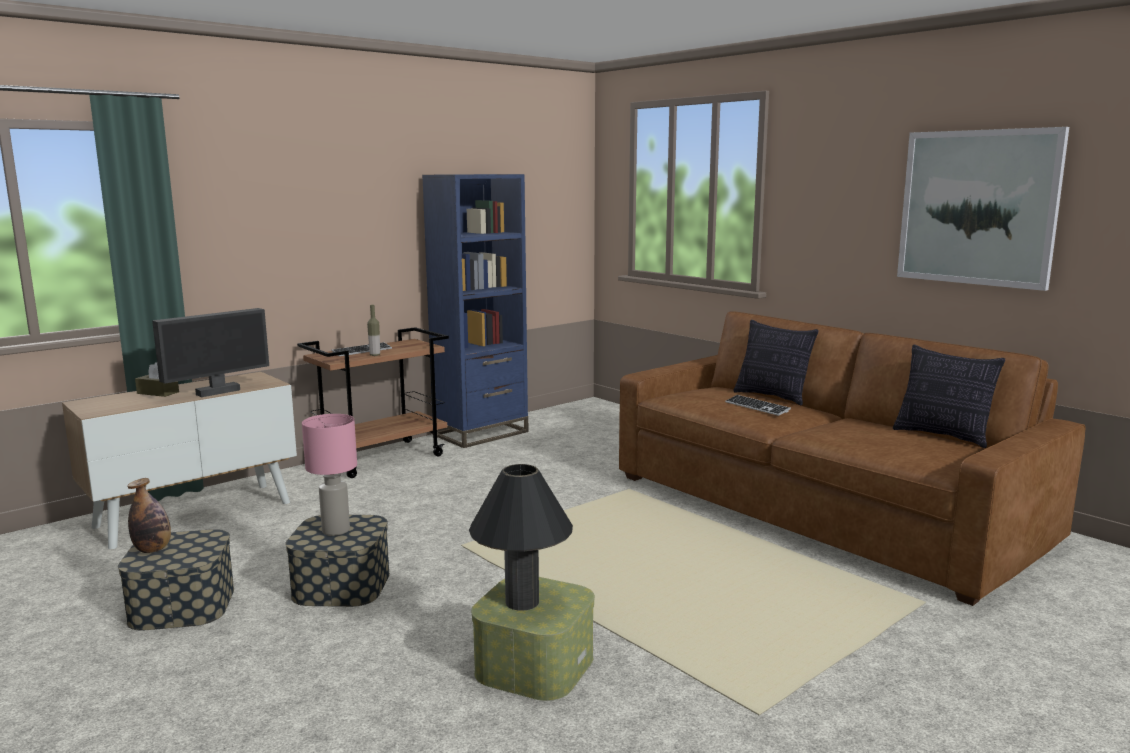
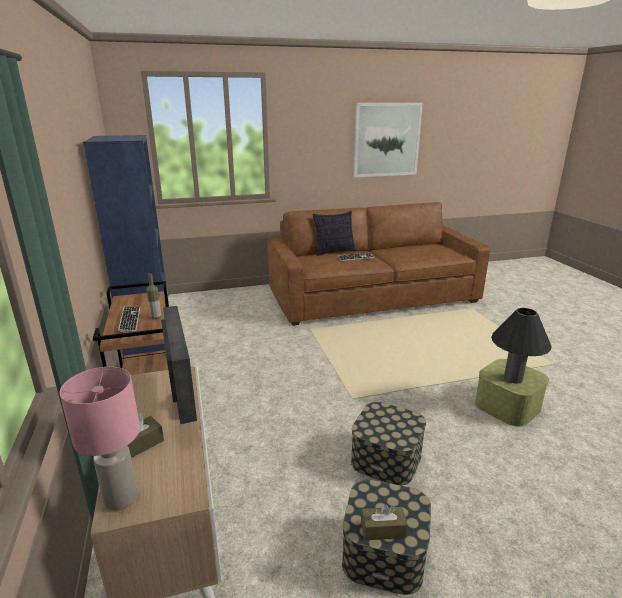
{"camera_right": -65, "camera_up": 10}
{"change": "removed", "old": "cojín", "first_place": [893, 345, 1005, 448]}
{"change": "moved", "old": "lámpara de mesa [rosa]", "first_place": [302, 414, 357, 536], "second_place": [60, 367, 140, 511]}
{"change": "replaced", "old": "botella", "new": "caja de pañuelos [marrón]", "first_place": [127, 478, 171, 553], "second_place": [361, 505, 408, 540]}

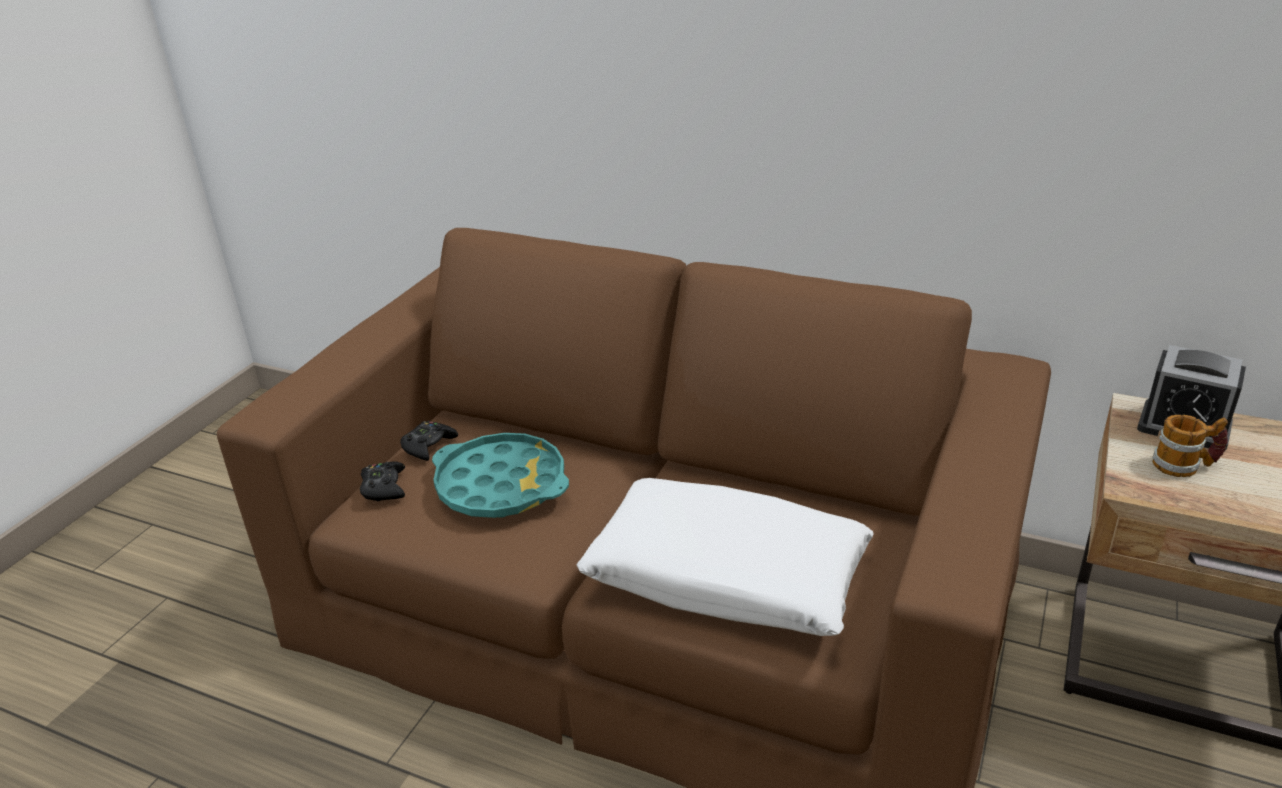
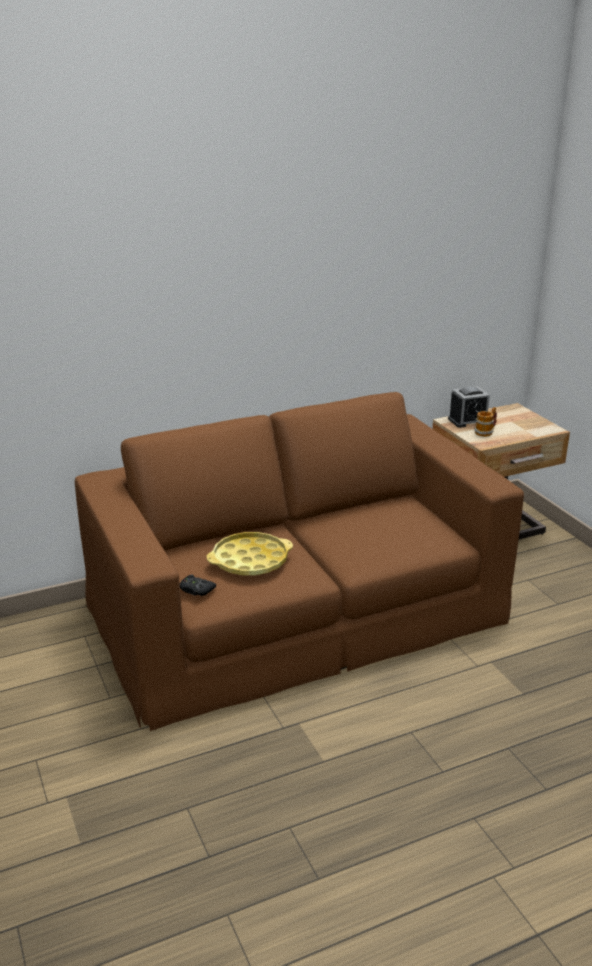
{"camera_right": -50, "camera_up": -5}
{"change": "removed", "old": "mando de consola [negro]", "first_place": [400, 421, 458, 461]}
{"change": "recoloured", "old": "bandeja [turquesa]", "new": "bandeja [amarillo]", "first_place": [432, 433, 569, 518], "second_place": [207, 532, 293, 576]}
{"change": "removed", "old": "cojín [blanco]", "first_place": [576, 478, 874, 636]}

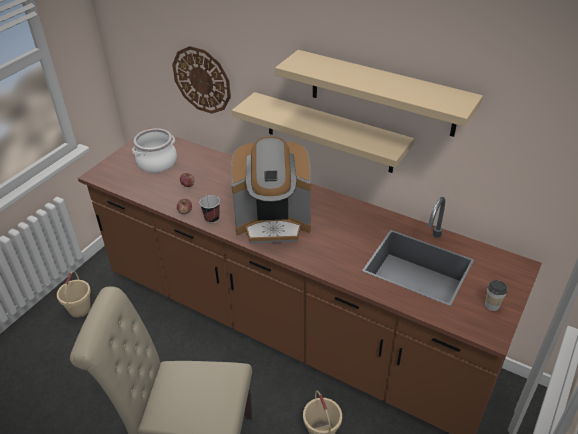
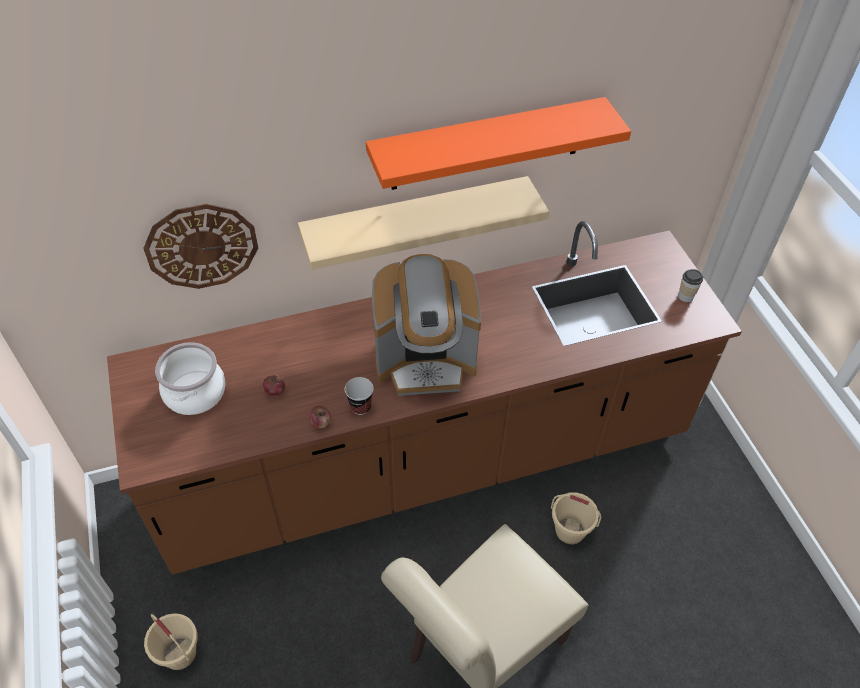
{"camera_right": -50, "camera_up": 10}
{"change": "recoloured", "old": "estante [beis]", "new": "estante [naranja]", "first_place": [275, 50, 483, 137], "second_place": [366, 97, 631, 190]}
{"change": "turned", "old": "cafetera", "first_place": [231, 137, 311, 244], "second_place": [372, 254, 481, 396], "degrees": 45}

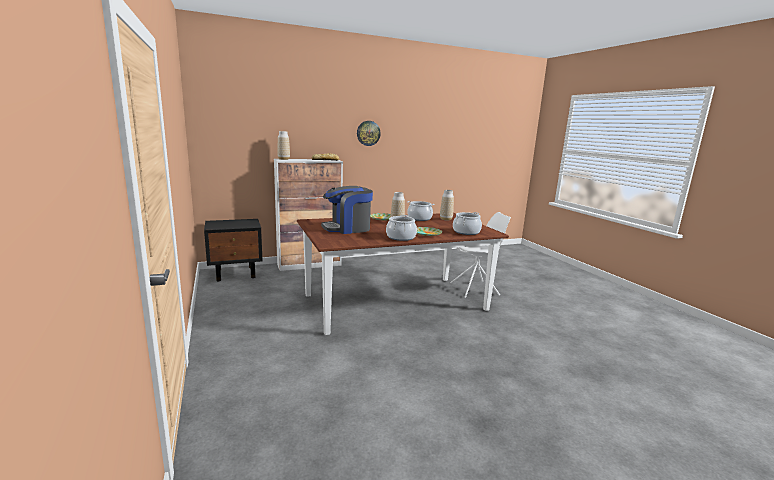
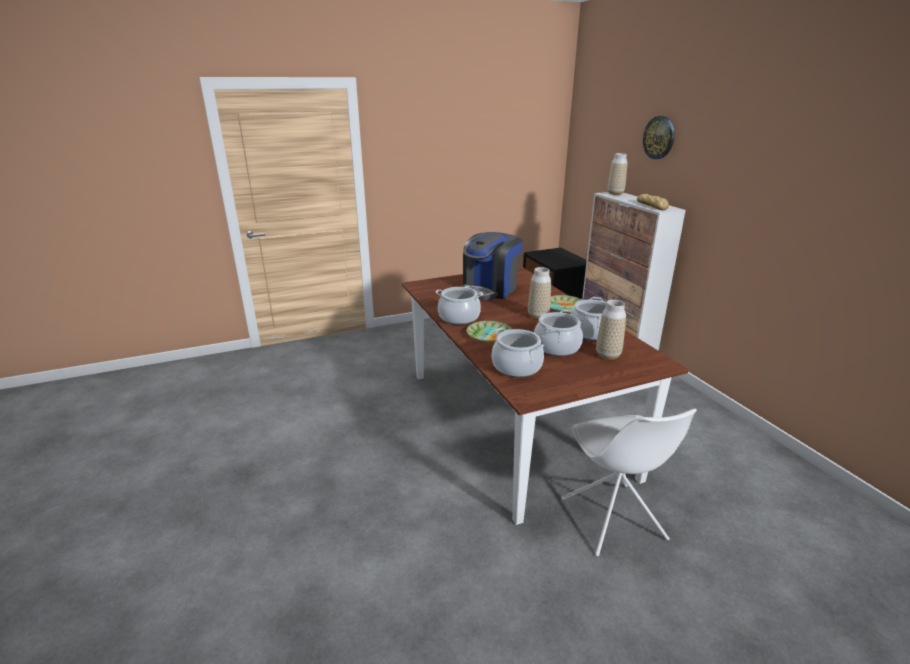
{"camera_right": 90, "camera_up": 10}
{"change": "moved", "old": "reloj de pared", "first_place": [357, 121, 381, 146], "second_place": [643, 116, 675, 159]}
{"change": "turned", "old": "cafetera", "first_place": [321, 186, 373, 234], "second_place": [462, 232, 523, 300], "degrees": -120}
{"change": "added", "new": "olla", "second_place": [534, 310, 583, 356]}

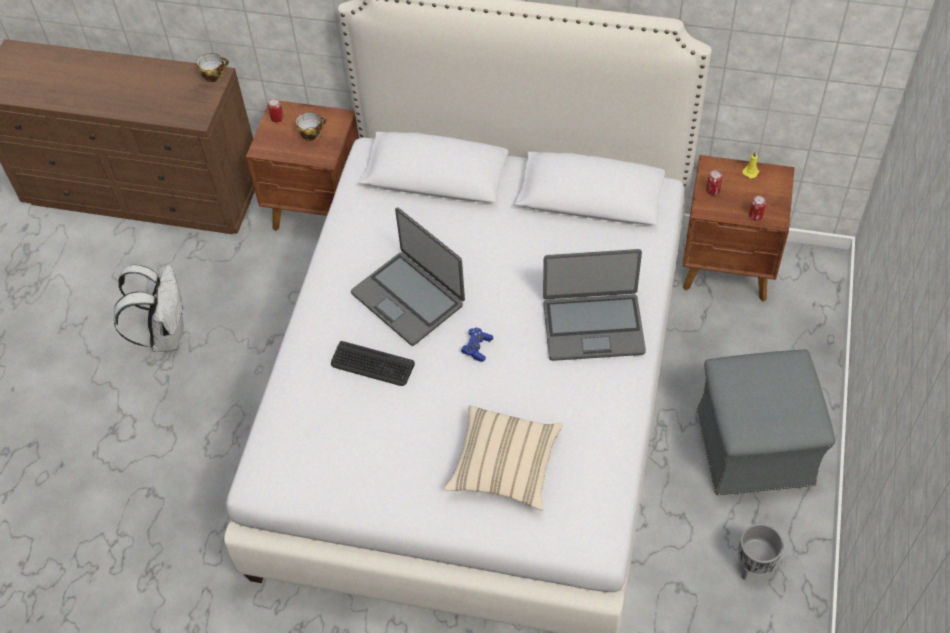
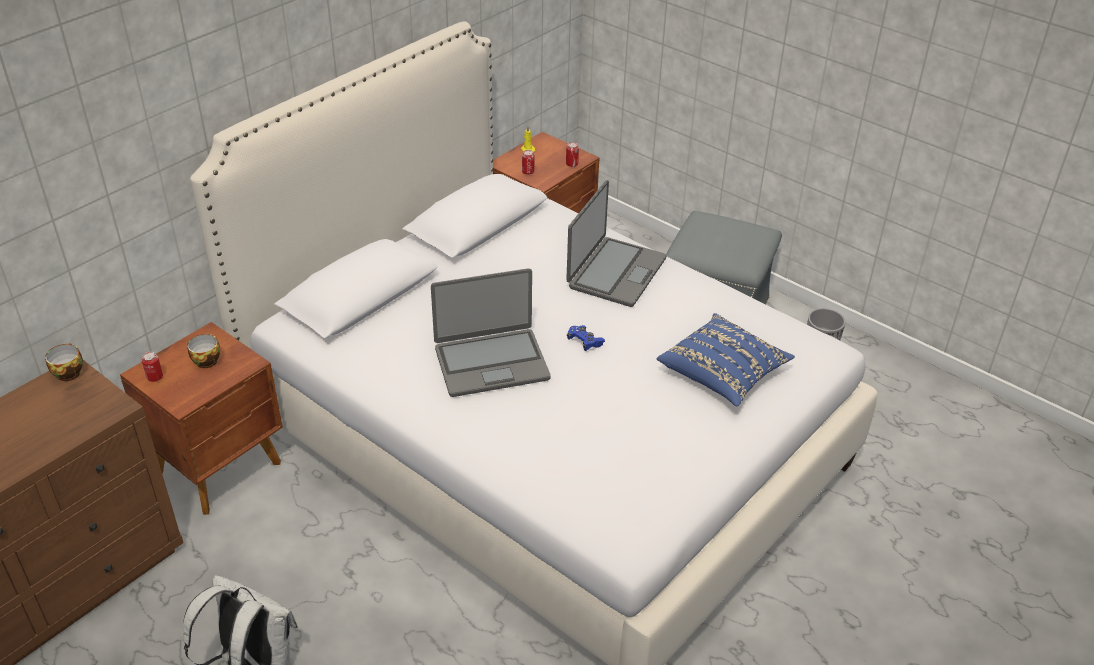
{"camera_right": -65, "camera_up": -15}
{"change": "removed", "old": "teclado", "first_place": [331, 341, 415, 386]}
{"change": "recoloured", "old": "cojín [beis]", "new": "cojín [azul]", "first_place": [444, 405, 563, 510], "second_place": [657, 313, 795, 406]}

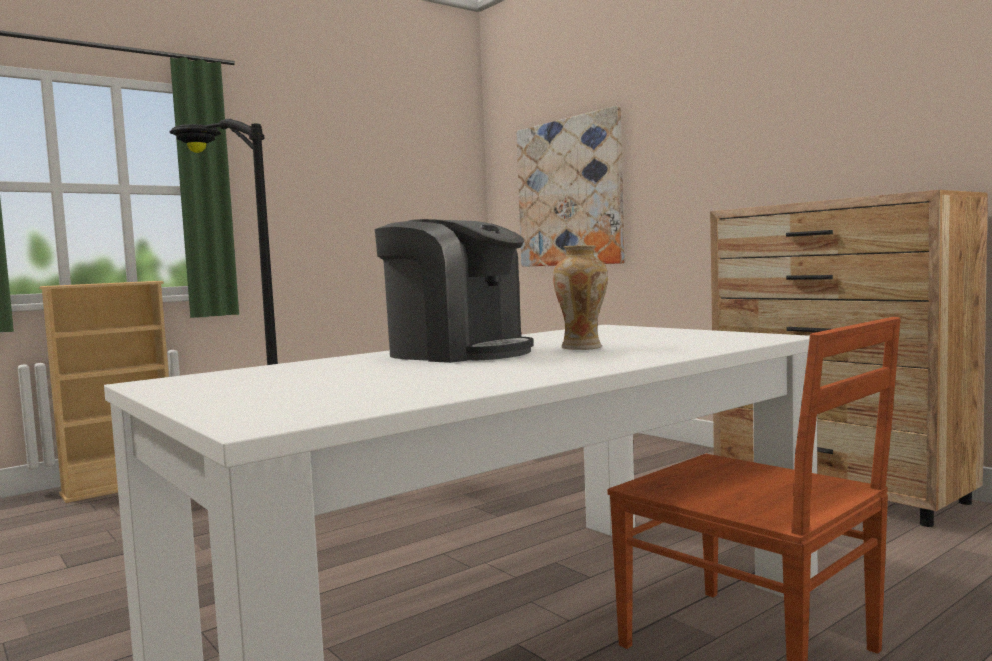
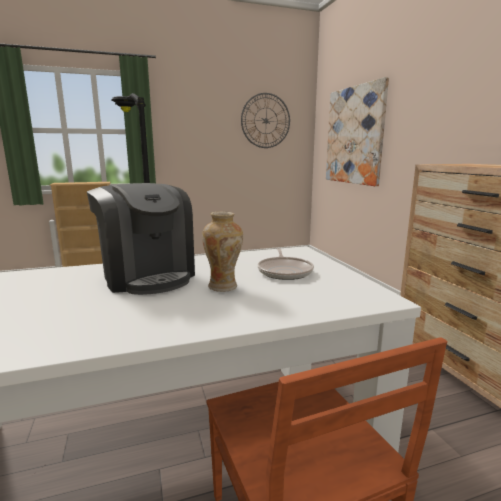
{"camera_right": 20, "camera_up": 10}
{"change": "added", "new": "reloj de pared", "second_place": [241, 93, 290, 148]}
{"change": "added", "new": "sartén", "second_place": [258, 248, 314, 280]}

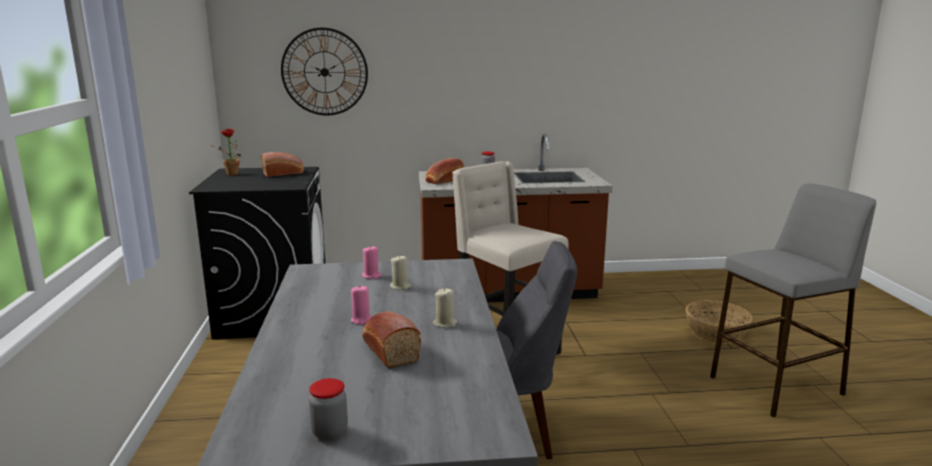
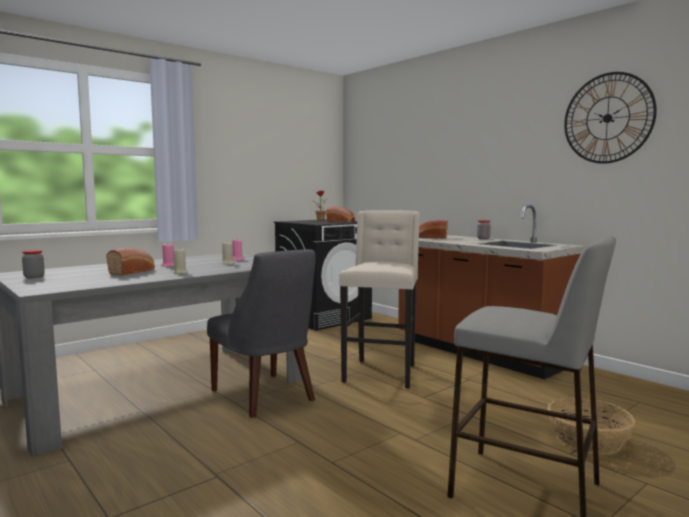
{"camera_right": 55, "camera_up": -10}
{"change": "moved", "old": "reloj de pared", "first_place": [281, 28, 368, 116], "second_place": [564, 72, 657, 164]}

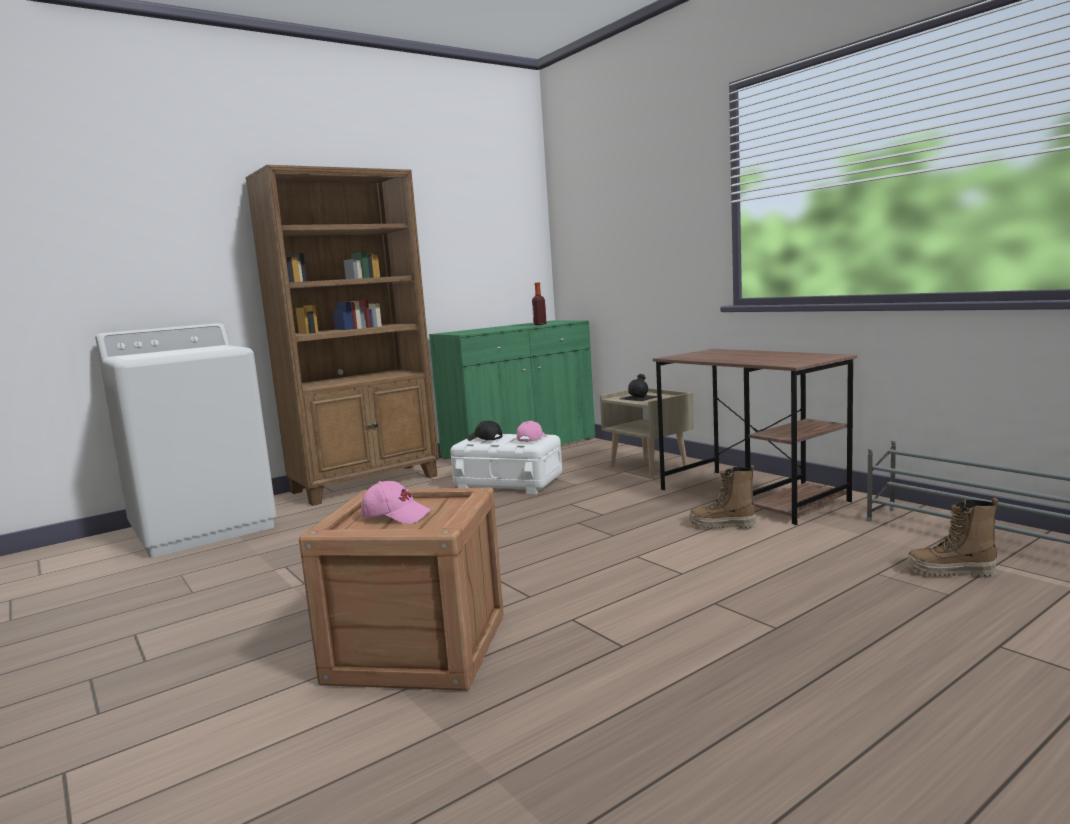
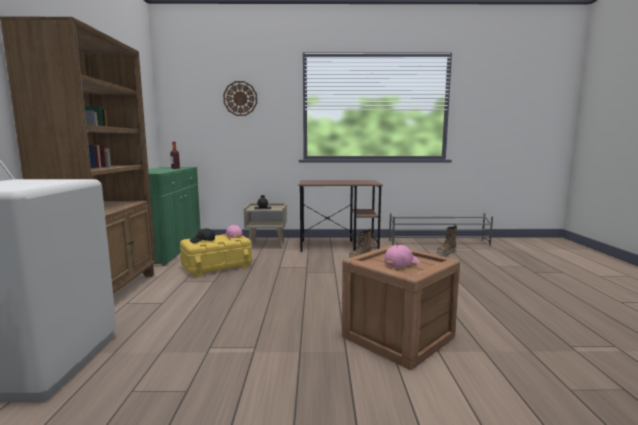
{"camera_right": -55, "camera_up": 0}
{"change": "recoloured", "old": "caja de almacenaje [blanco]", "new": "caja de almacenaje [amarillo]", "first_place": [450, 434, 562, 494], "second_place": [180, 234, 252, 277]}
{"change": "added", "new": "reloj de pared", "second_place": [223, 81, 257, 116]}

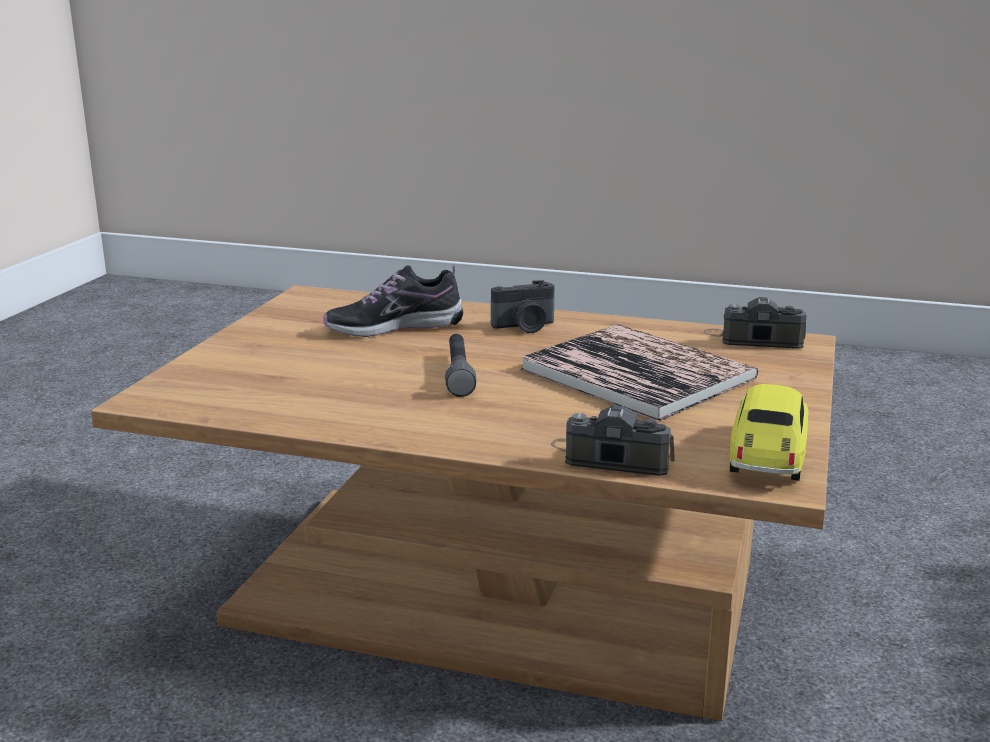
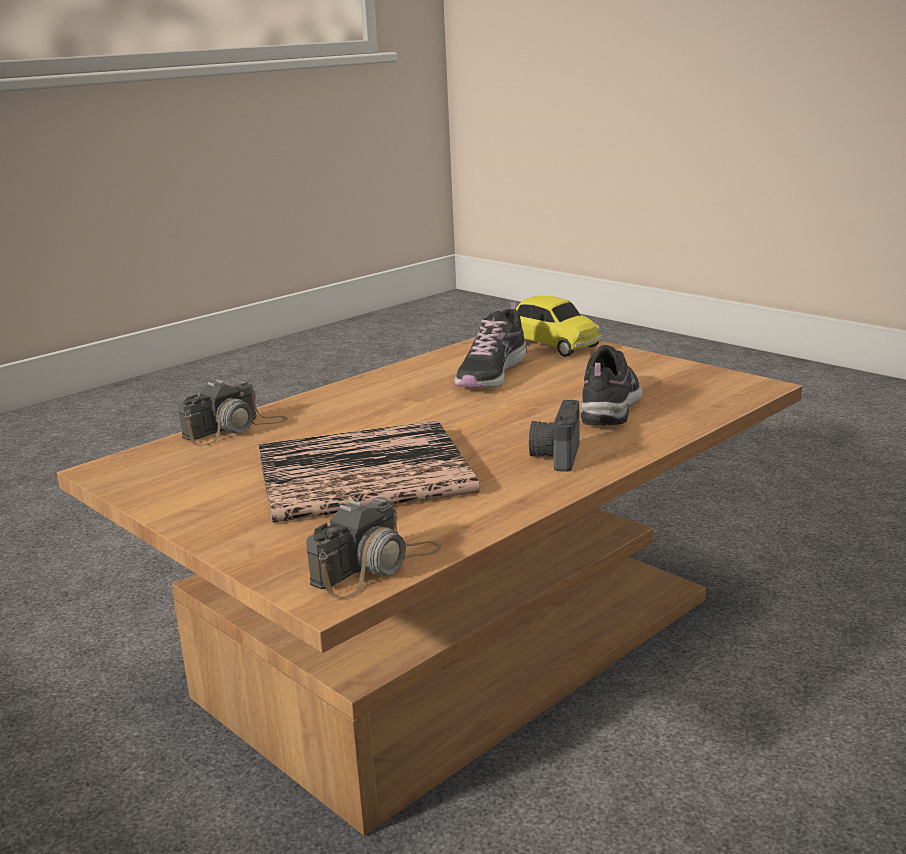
{"camera_right": 120, "camera_up": 0}
{"change": "removed", "old": "linterna [gris]", "first_place": [445, 334, 476, 397]}
{"change": "moved", "old": "coche de juguete", "first_place": [729, 384, 809, 481], "second_place": [516, 296, 602, 357]}
{"change": "added", "new": "zapato", "second_place": [454, 302, 527, 388]}

